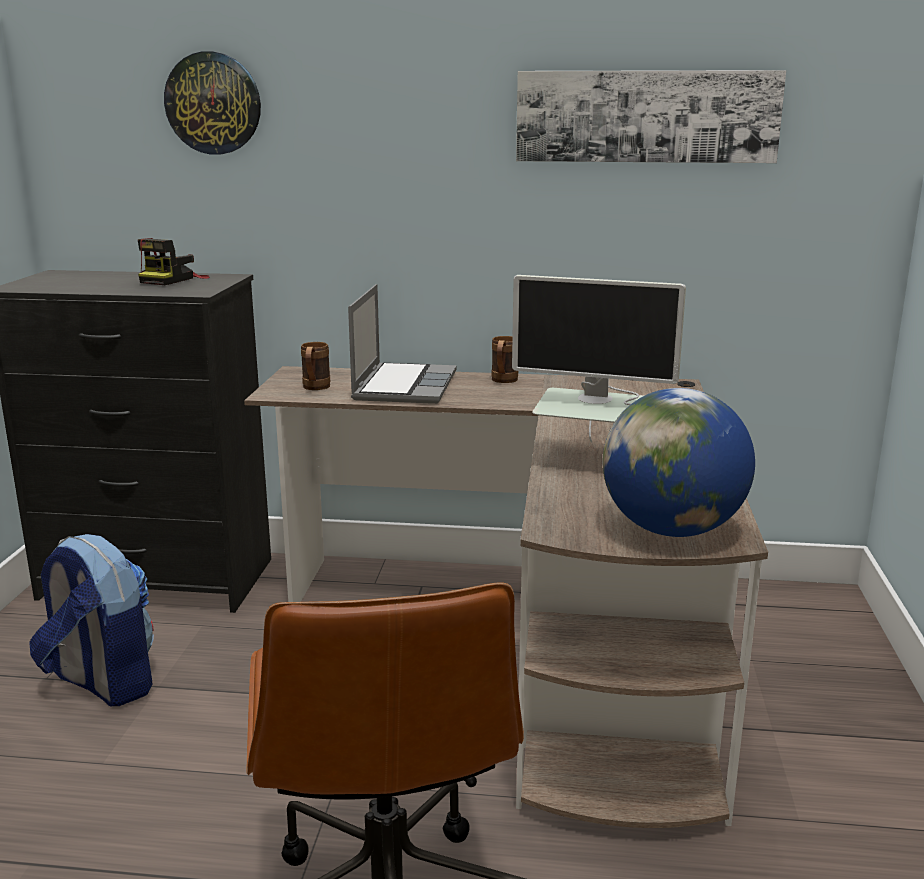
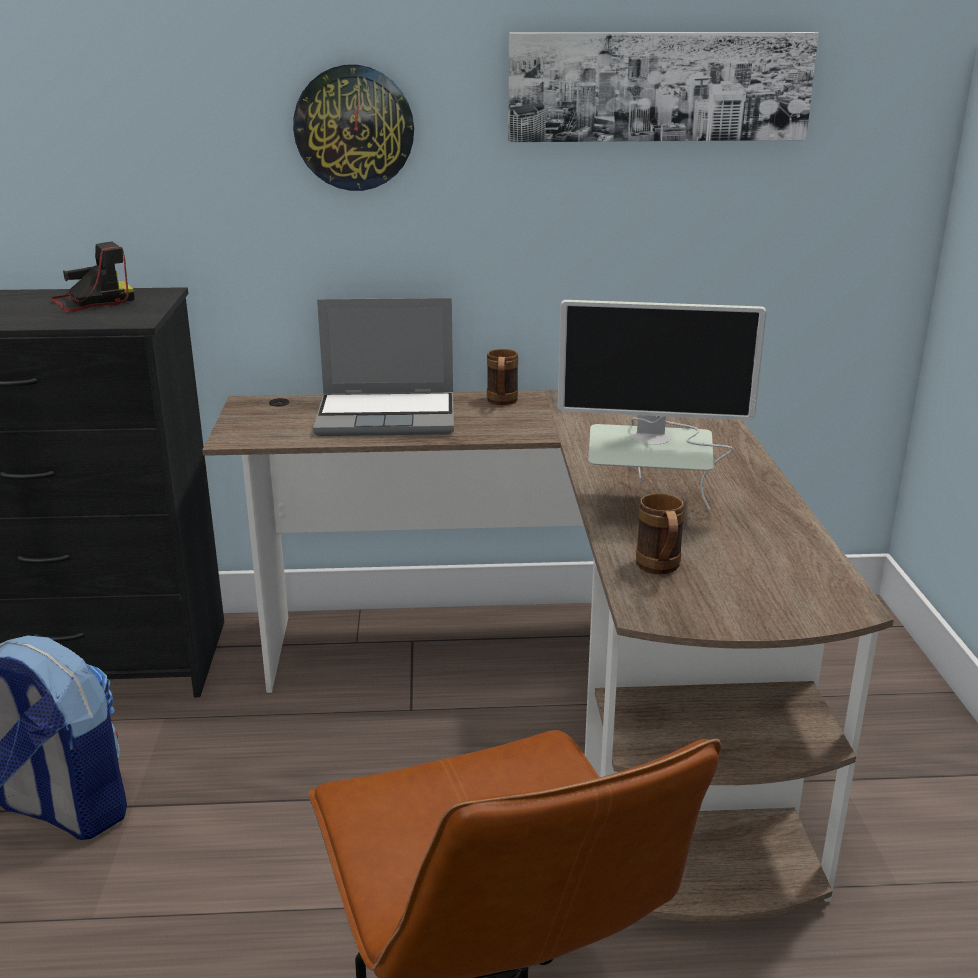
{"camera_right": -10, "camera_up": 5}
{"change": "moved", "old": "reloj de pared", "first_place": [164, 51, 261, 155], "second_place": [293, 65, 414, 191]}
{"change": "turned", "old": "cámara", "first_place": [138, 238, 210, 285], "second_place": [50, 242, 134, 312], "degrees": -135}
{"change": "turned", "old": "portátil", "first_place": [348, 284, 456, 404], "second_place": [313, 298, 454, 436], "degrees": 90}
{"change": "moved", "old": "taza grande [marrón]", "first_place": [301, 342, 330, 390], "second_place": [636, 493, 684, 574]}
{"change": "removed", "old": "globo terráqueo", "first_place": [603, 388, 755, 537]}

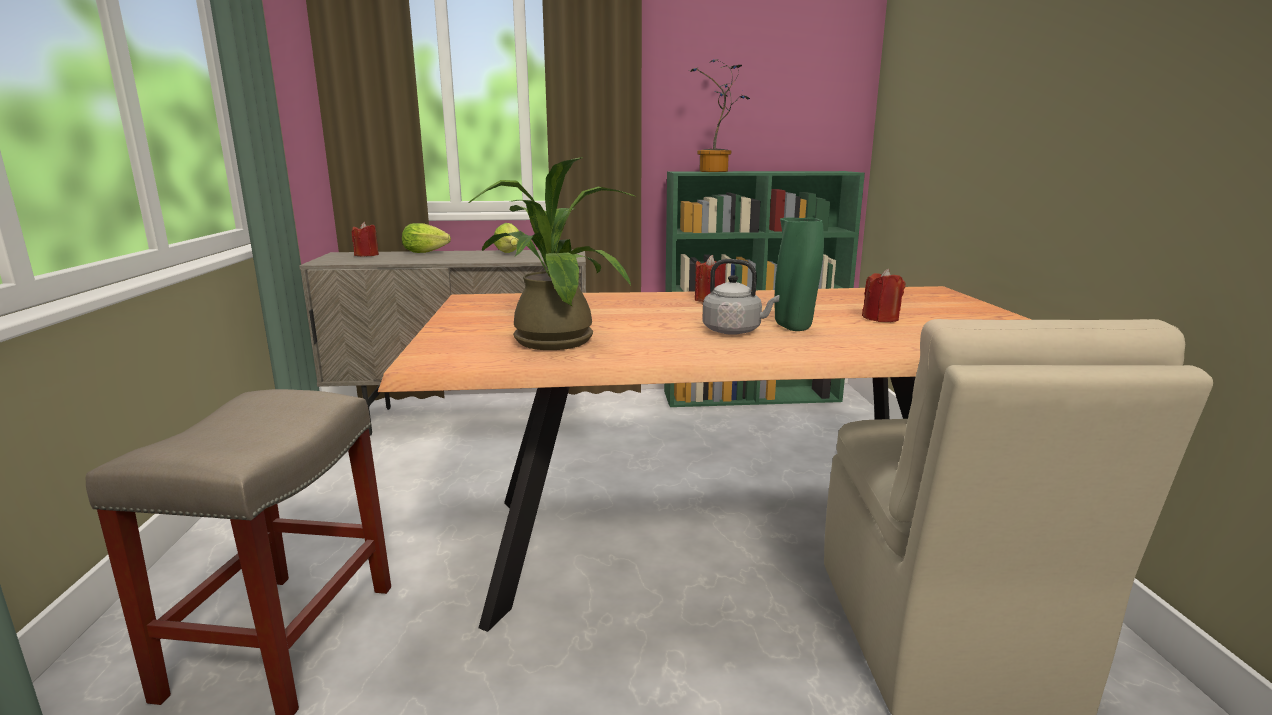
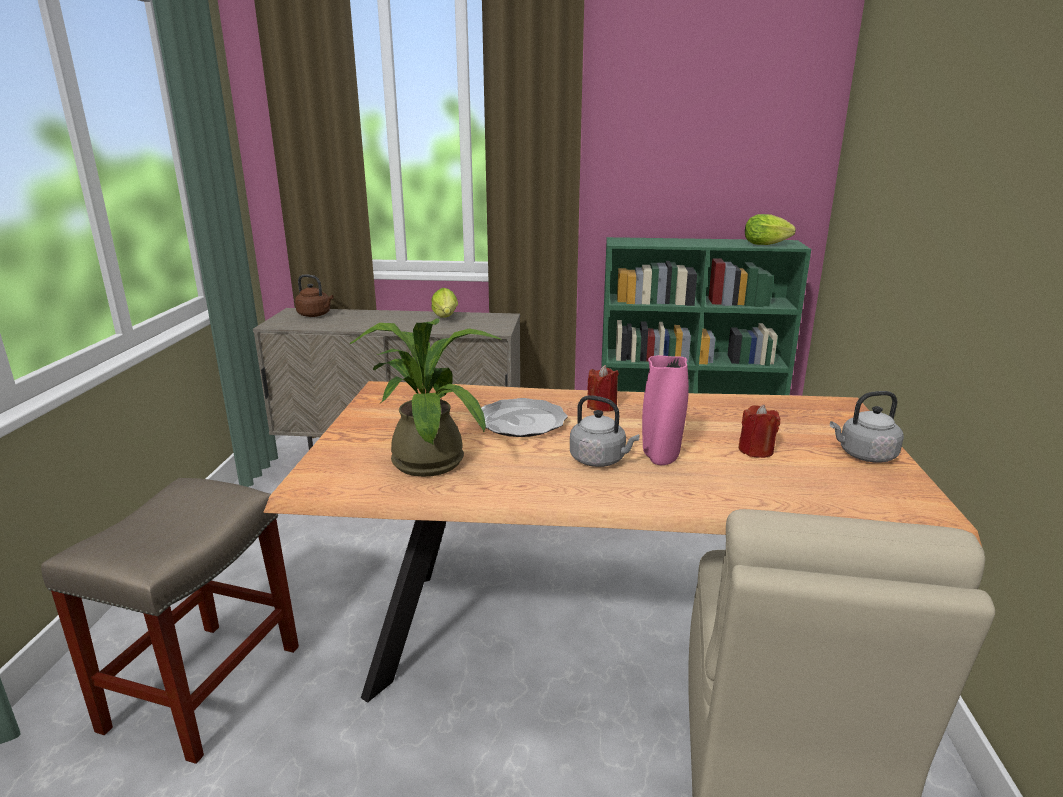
{"camera_right": 10, "camera_up": 5}
{"change": "removed", "old": "planta en maceta", "first_place": [689, 59, 750, 172]}
{"change": "recoloured", "old": "florero [verde]", "new": "florero [rosa]", "first_place": [775, 218, 824, 331], "second_place": [642, 355, 689, 465]}
{"change": "replaced", "old": "vela [rojo]", "new": "hervidor [marrón]", "first_place": [352, 222, 379, 256], "second_place": [295, 274, 334, 317]}
{"change": "moved", "old": "lechuga", "first_place": [402, 223, 451, 253], "second_place": [745, 214, 796, 245]}
{"change": "added", "new": "hervidor [gris]", "second_place": [830, 391, 904, 463]}
{"change": "added", "new": "plato", "second_place": [478, 398, 568, 437]}

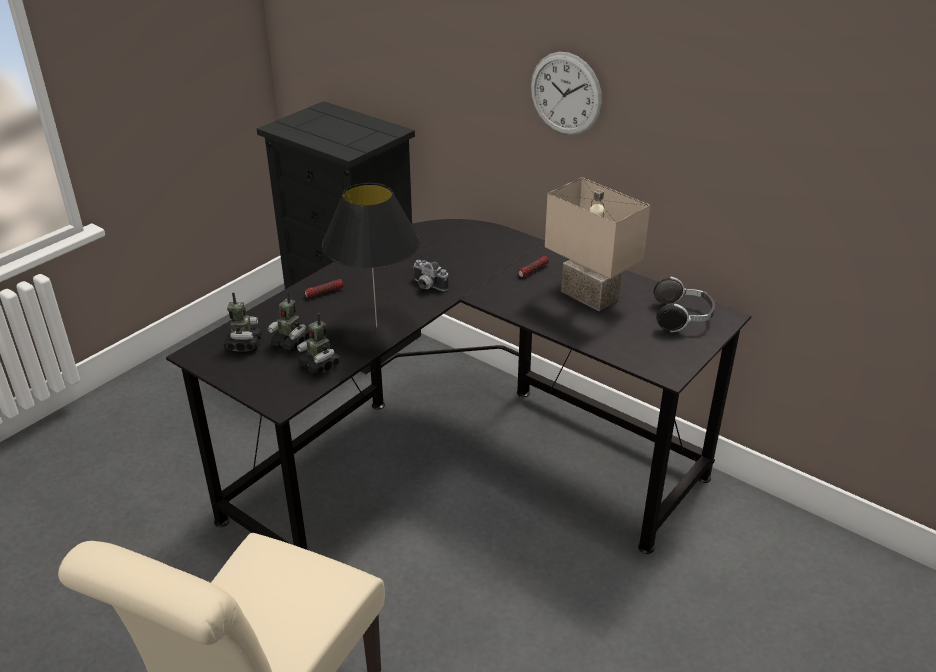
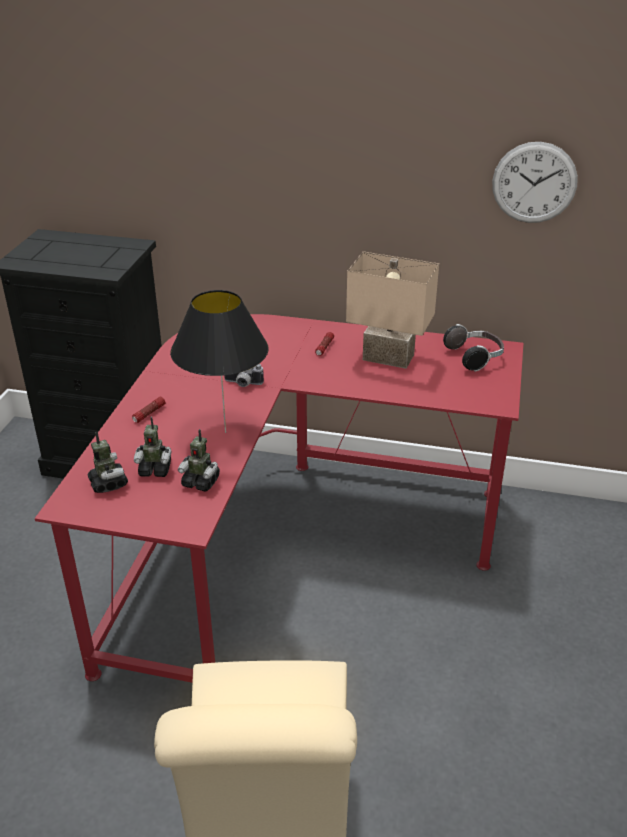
{"camera_right": -25, "camera_up": 0}
{"change": "moved", "old": "reloj de pared", "first_place": [531, 52, 602, 135], "second_place": [492, 142, 578, 223]}
{"change": "recoloured", "old": "escritorio [negro]", "new": "escritorio [rojo]", "first_place": [166, 219, 751, 554], "second_place": [35, 314, 524, 683]}

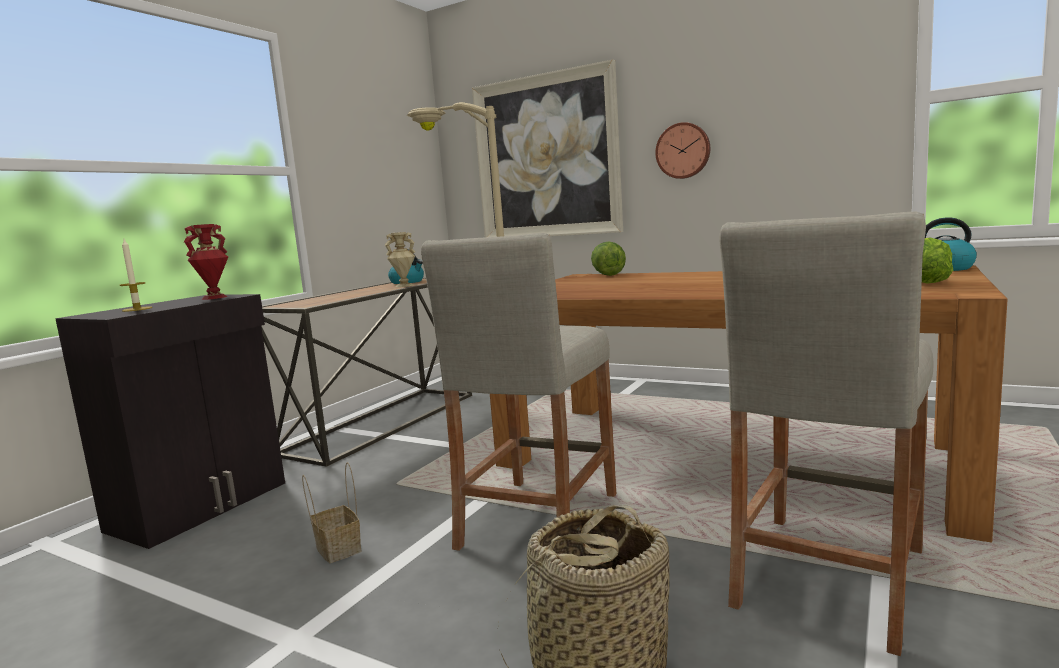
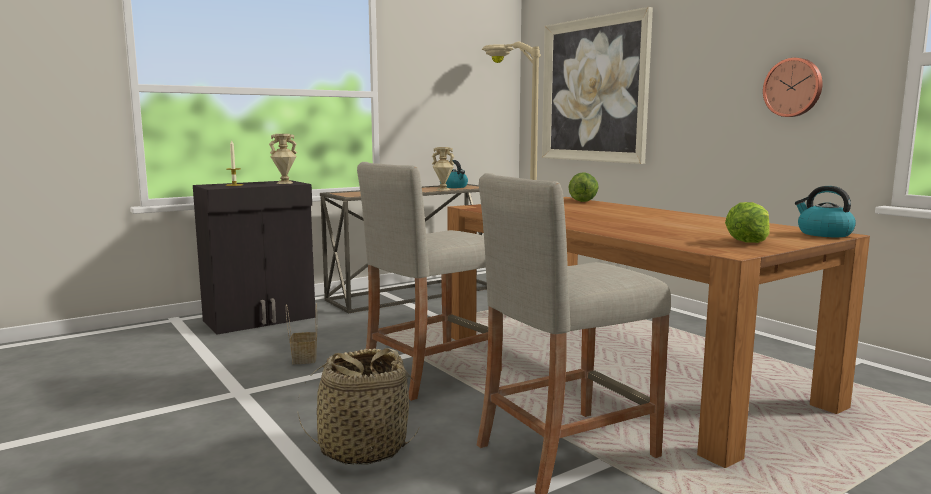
{"camera_right": 25, "camera_up": 0}
{"change": "moved", "old": "reloj de pared", "first_place": [655, 122, 710, 179], "second_place": [763, 58, 823, 117]}
{"change": "recoloured", "old": "florero [rojo]", "new": "florero [beis]", "first_place": [184, 224, 228, 300], "second_place": [269, 134, 297, 184]}

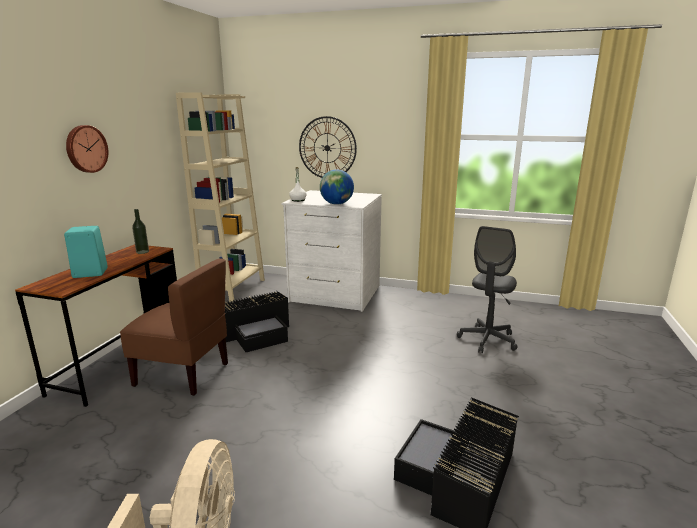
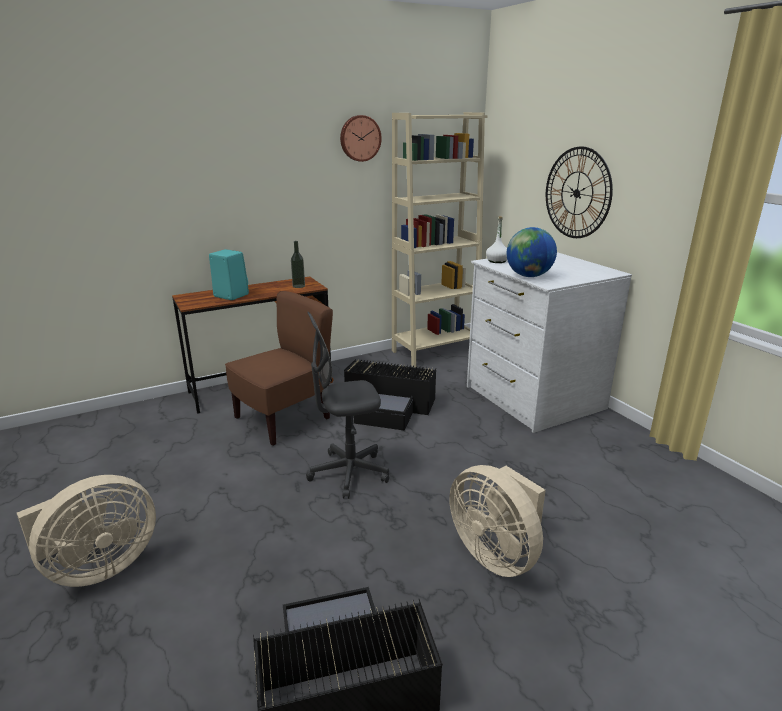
{"camera_right": 45, "camera_up": 5}
{"change": "moved", "old": "reloj de pared", "first_place": [66, 125, 108, 173], "second_place": [340, 115, 382, 162]}
{"change": "moved", "old": "silla de oficina [gris]", "first_place": [457, 226, 517, 353], "second_place": [306, 312, 389, 499]}
{"change": "turned", "old": "silla [marrón]", "first_place": [120, 259, 228, 396], "second_place": [225, 291, 333, 446], "degrees": -105}
{"change": "added", "new": "ventilador [beis]", "second_place": [449, 465, 546, 577]}

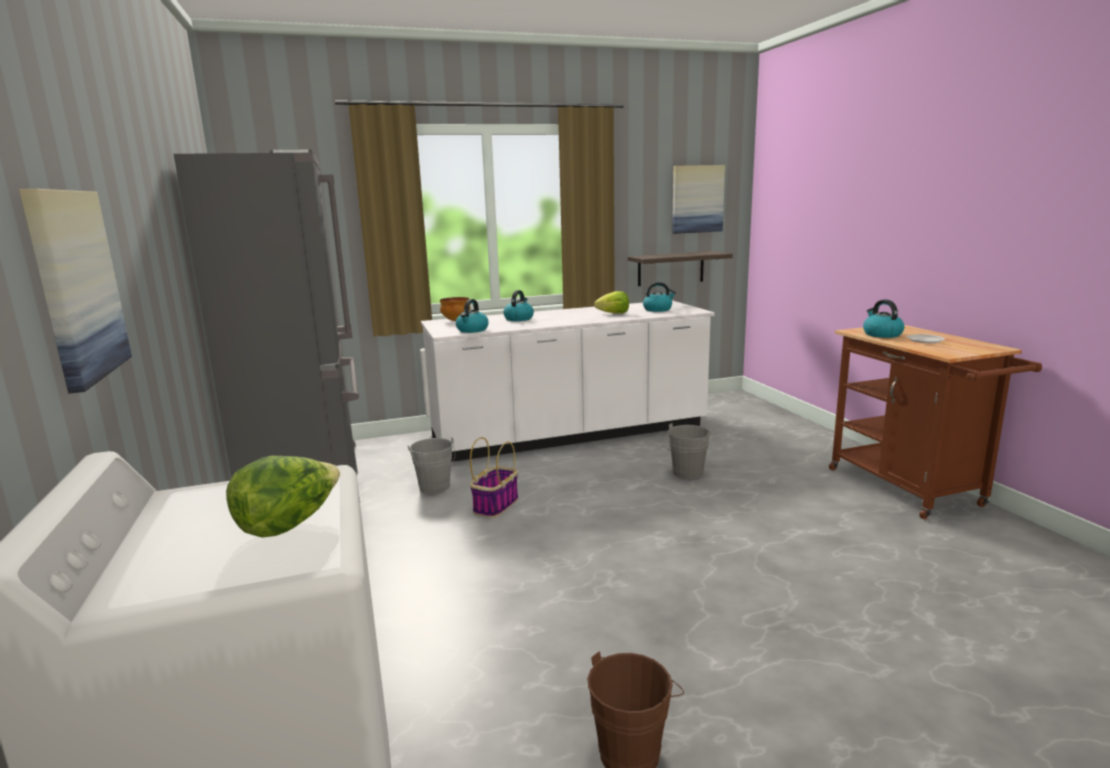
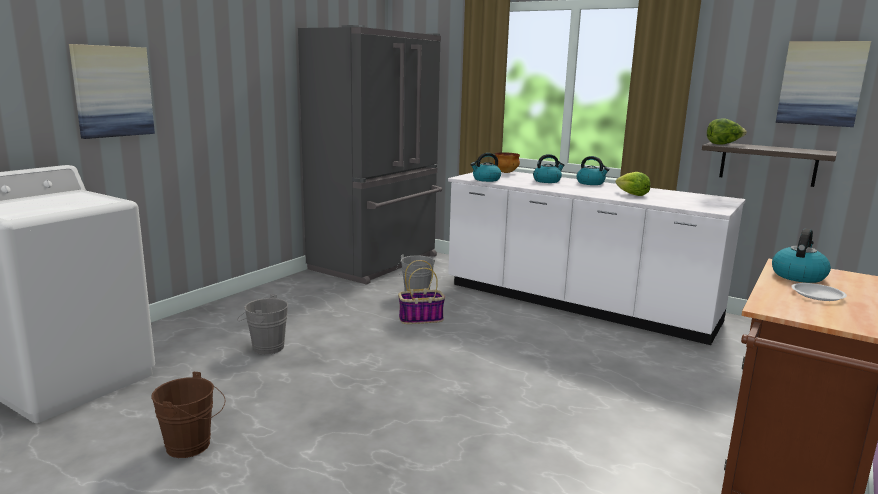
{"camera_right": 50, "camera_up": 0}
{"change": "moved", "old": "hervidor", "first_place": [643, 282, 676, 312], "second_place": [577, 156, 610, 185]}
{"change": "moved", "old": "cubo [gris]", "first_place": [662, 423, 711, 479], "second_place": [237, 294, 288, 355]}
{"change": "moved", "old": "lechuga", "first_place": [226, 456, 340, 538], "second_place": [707, 118, 747, 145]}

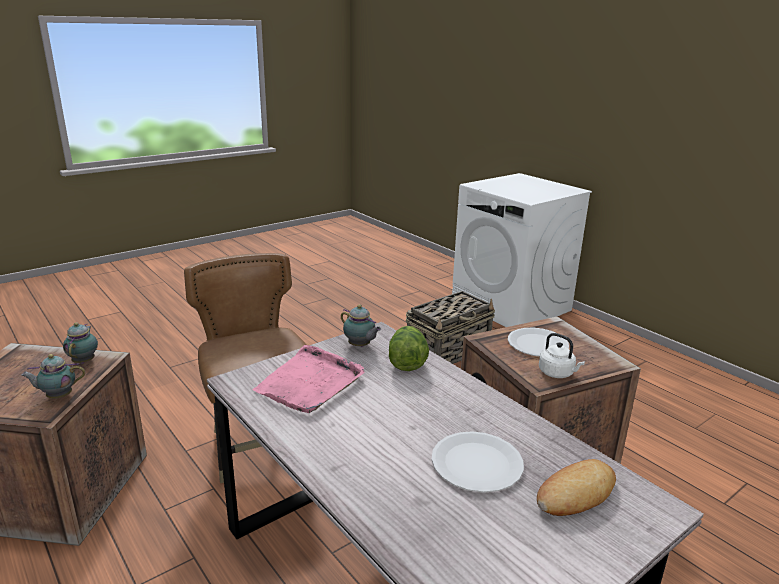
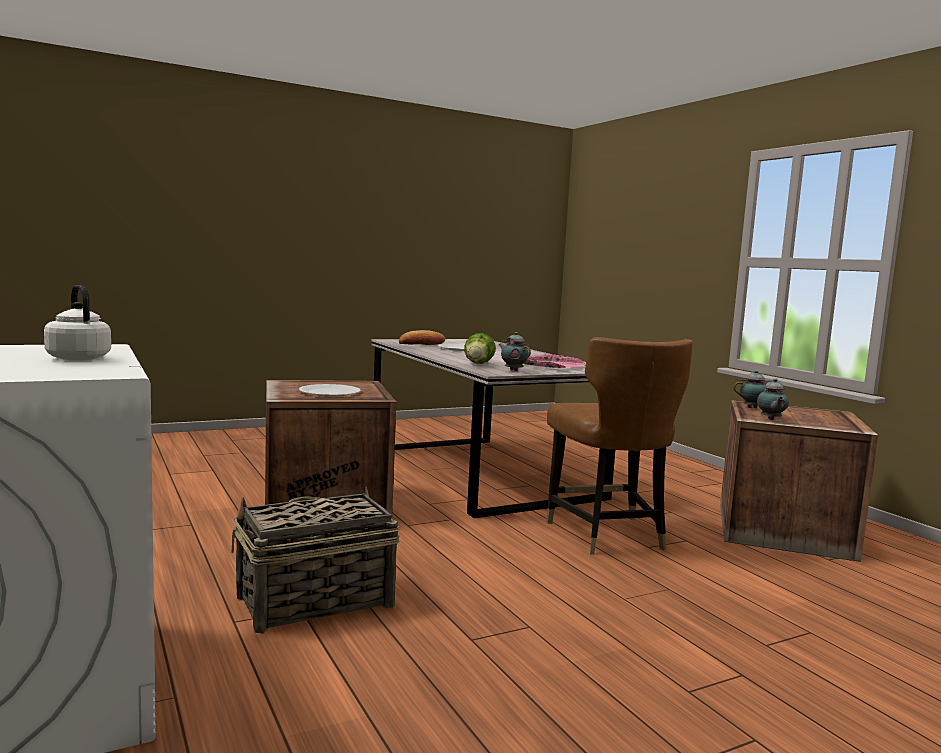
{"camera_right": -170, "camera_up": -15}
{"change": "moved", "old": "hervidor [blanco]", "first_place": [539, 333, 585, 378], "second_place": [44, 285, 111, 361]}

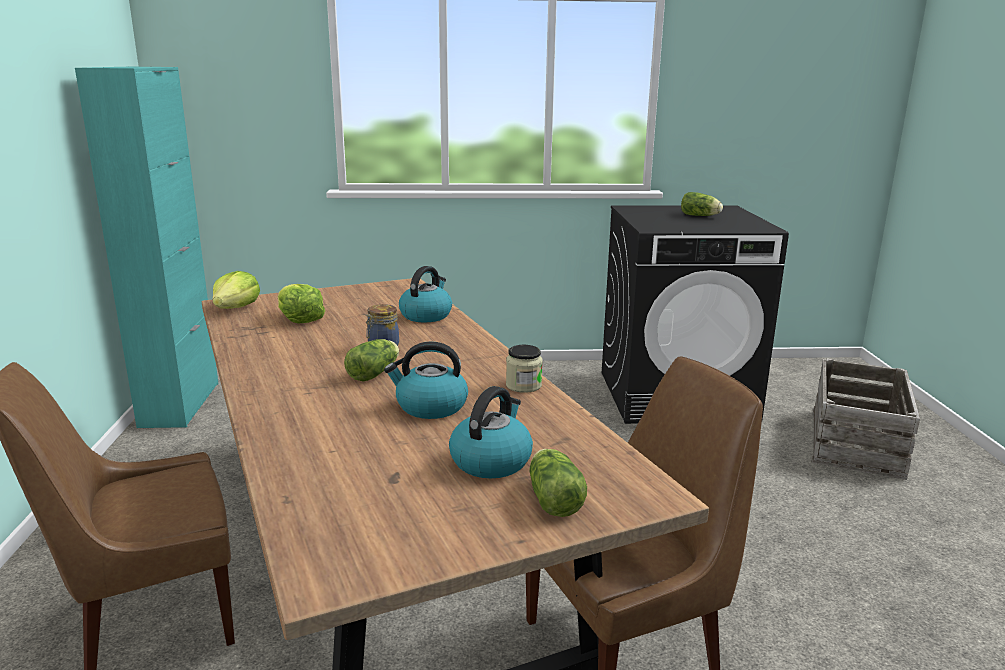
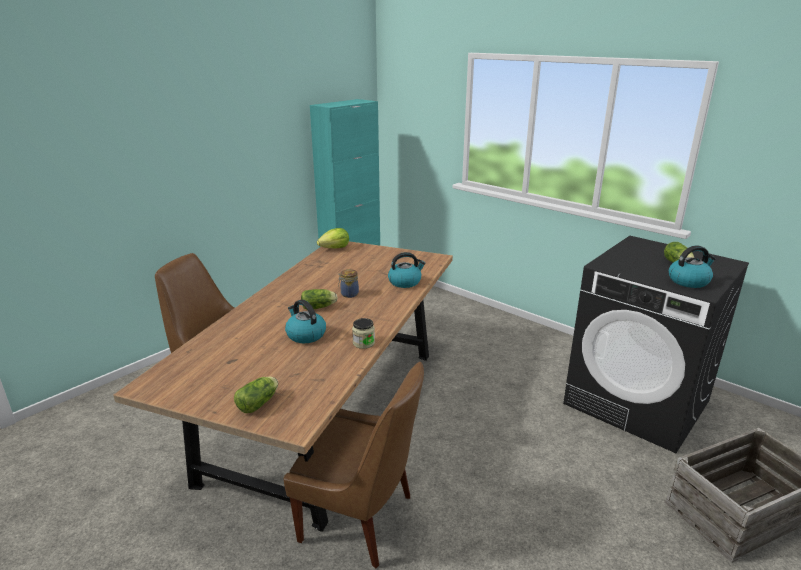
{"camera_right": 45, "camera_up": 5}
{"change": "removed", "old": "lechuga", "first_place": [278, 284, 325, 324]}
{"change": "moved", "old": "hervidor", "first_place": [449, 386, 533, 478], "second_place": [669, 245, 716, 288]}

